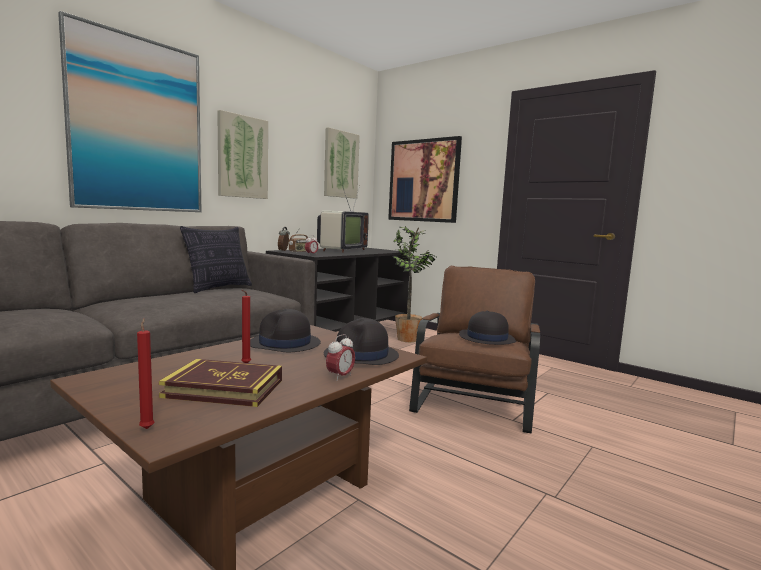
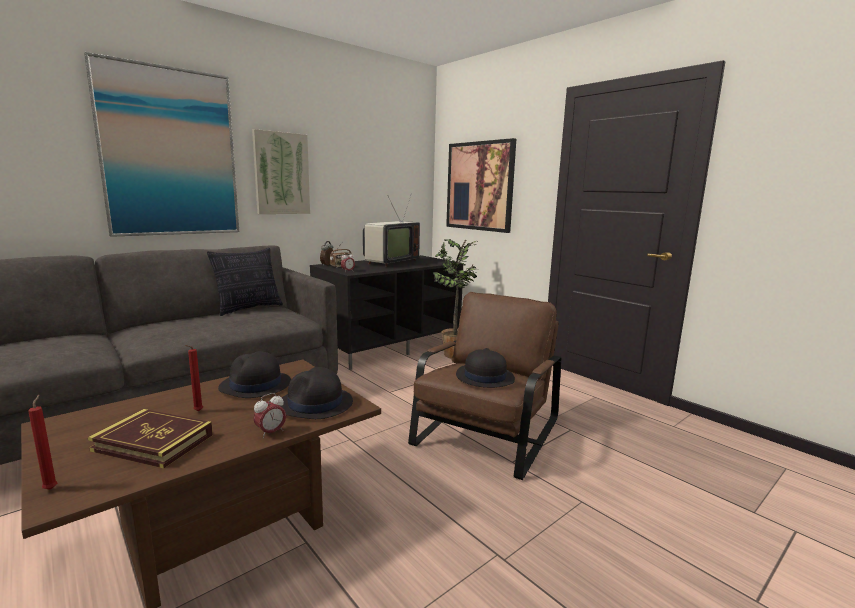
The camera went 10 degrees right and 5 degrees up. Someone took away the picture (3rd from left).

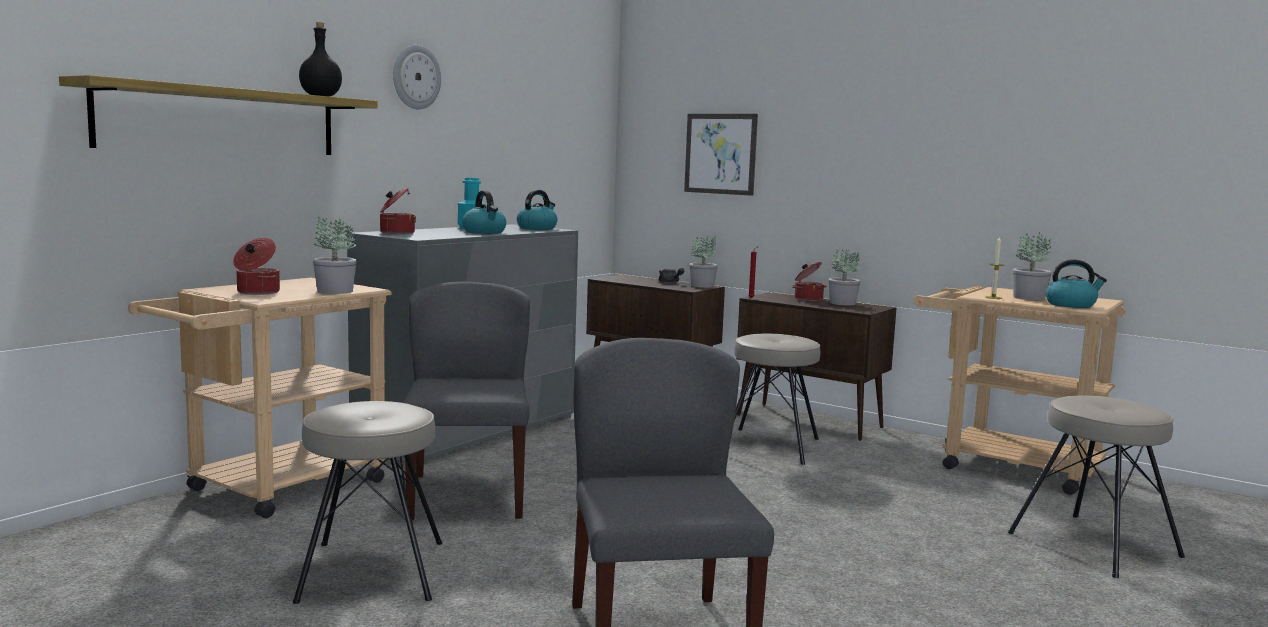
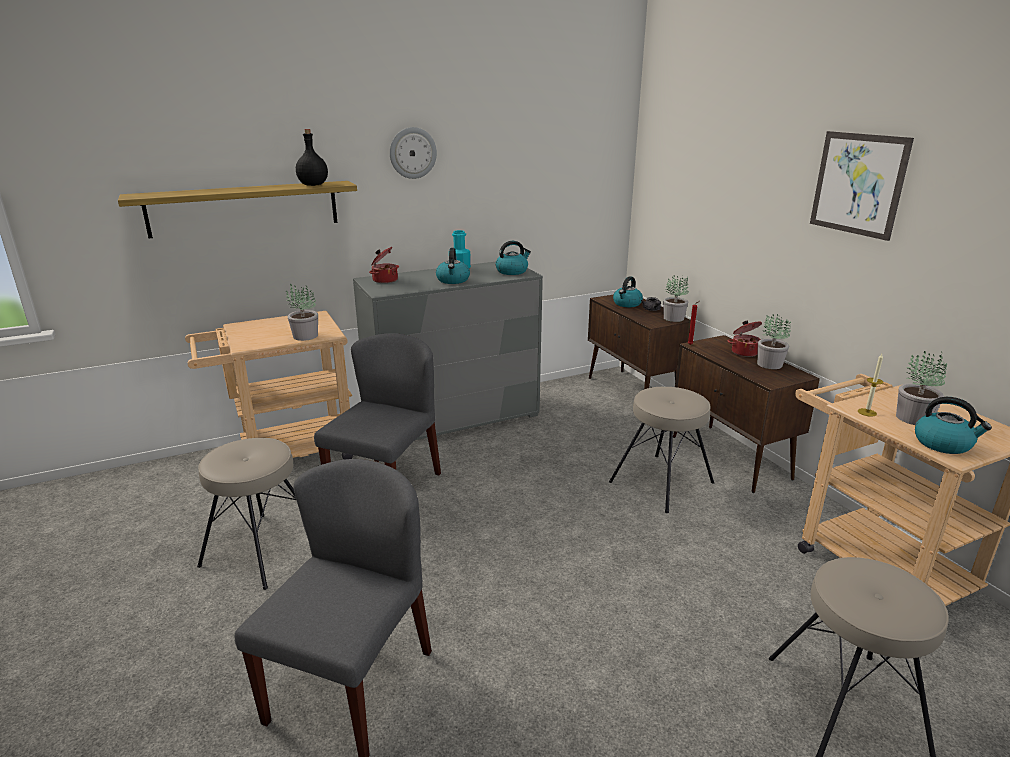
The camera went 30 degrees right and 15 degrees up. Someone put down the kettle (3rd from left). Someone carried the picture. Someone took away the cooking pot (1st from left).

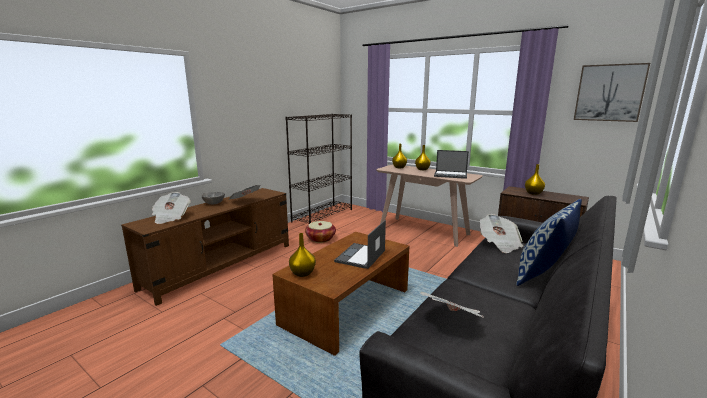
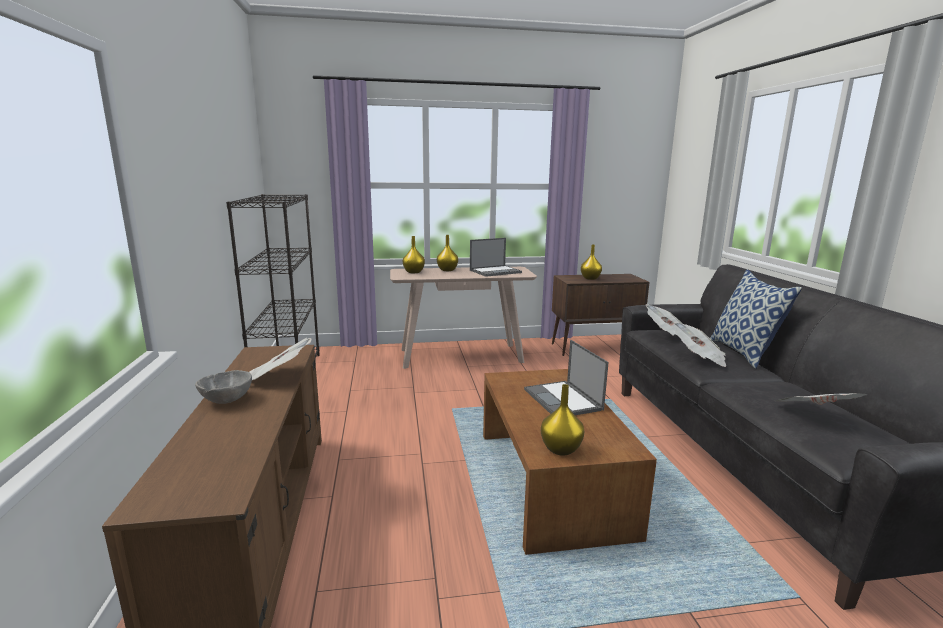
The camera went 45 degrees left and 0 degrees up. Someone carried the newspaper (1st from left in the first image). Someone took away the basket. Someone took away the picture.

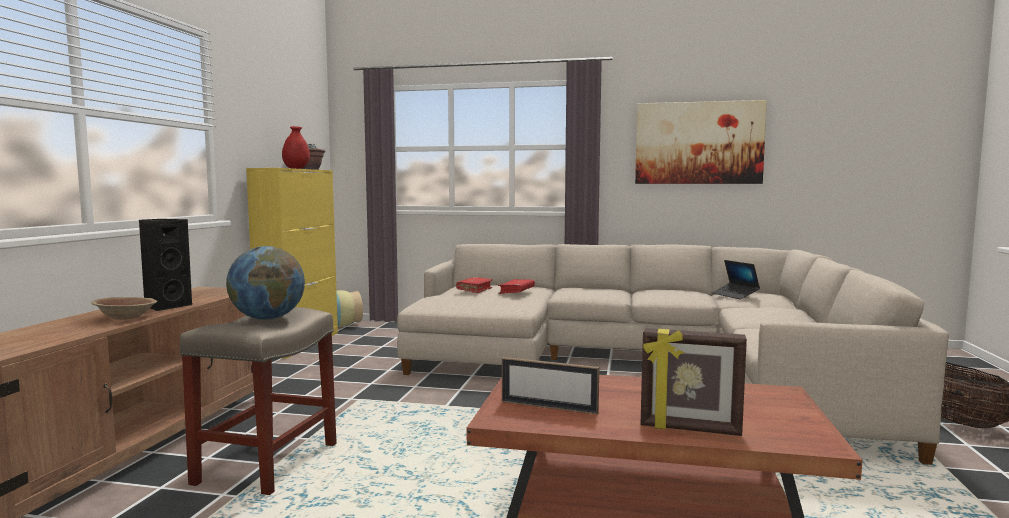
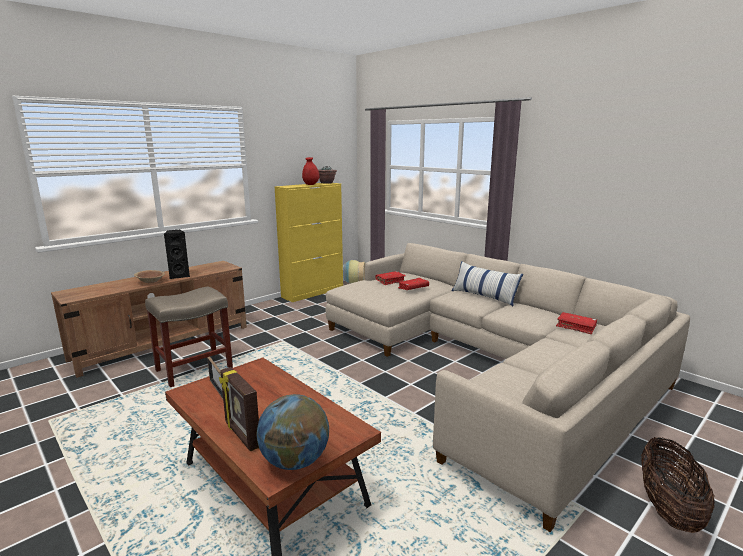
The camera went 35 degrees right and 10 degrees up. Someone carried the globe. Someone put down the pillow. Someone swapped the laptop for the book (red) (3rd from left). Someone took away the picture.

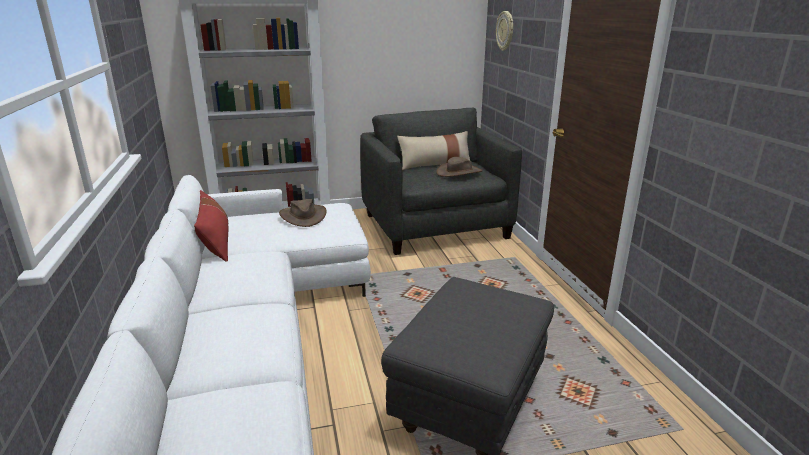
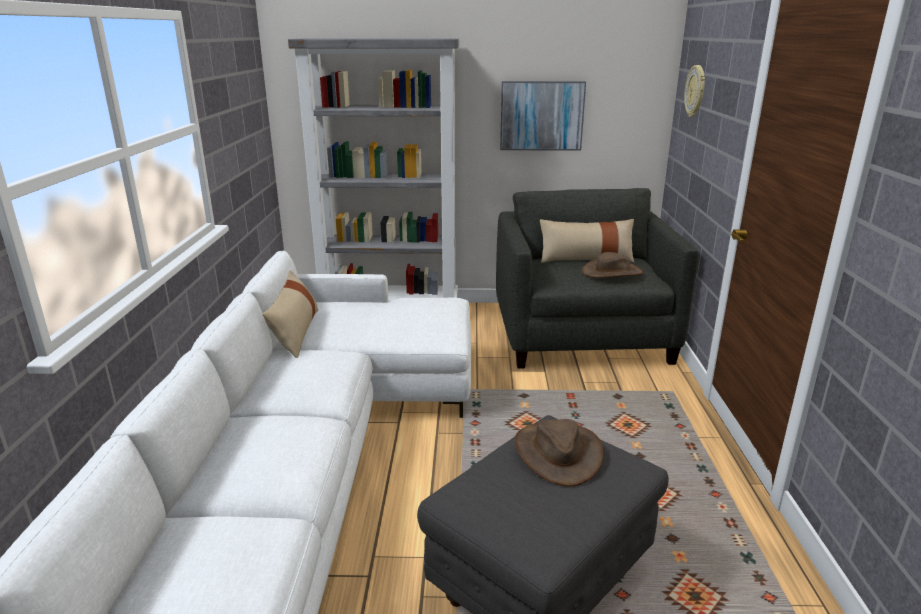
The camera went 15 degrees right and 0 degrees up. Someone repainted the pillow (red), which became the pillow (beige) (1st from left). Someone put up the picture. Someone carried the hat (brown) (1st from left).

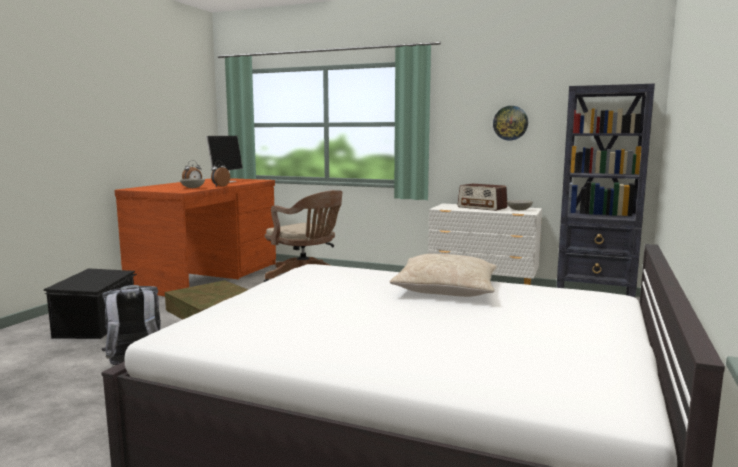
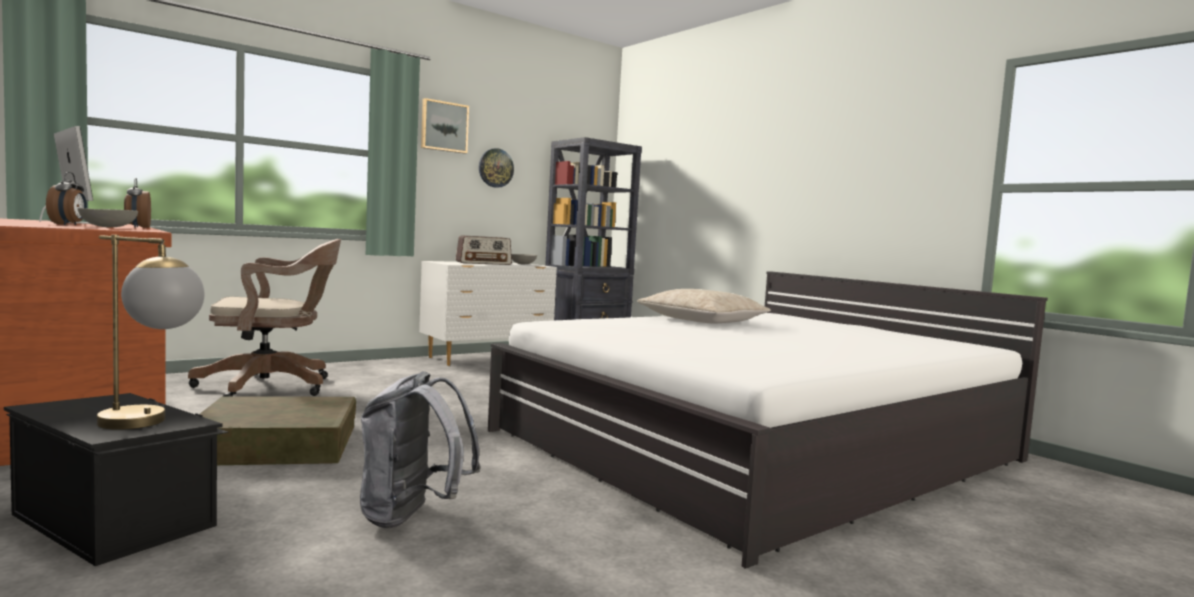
The camera went 60 degrees left and 5 degrees down. Someone put down the table lamp. Someone put up the picture.

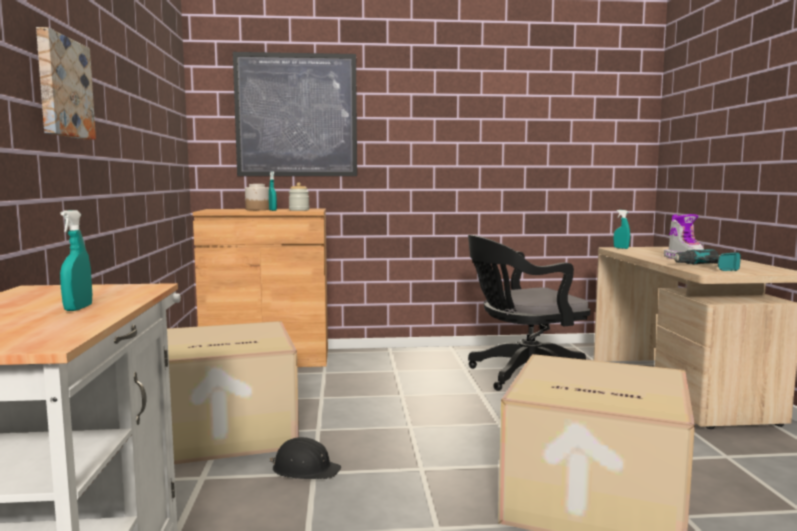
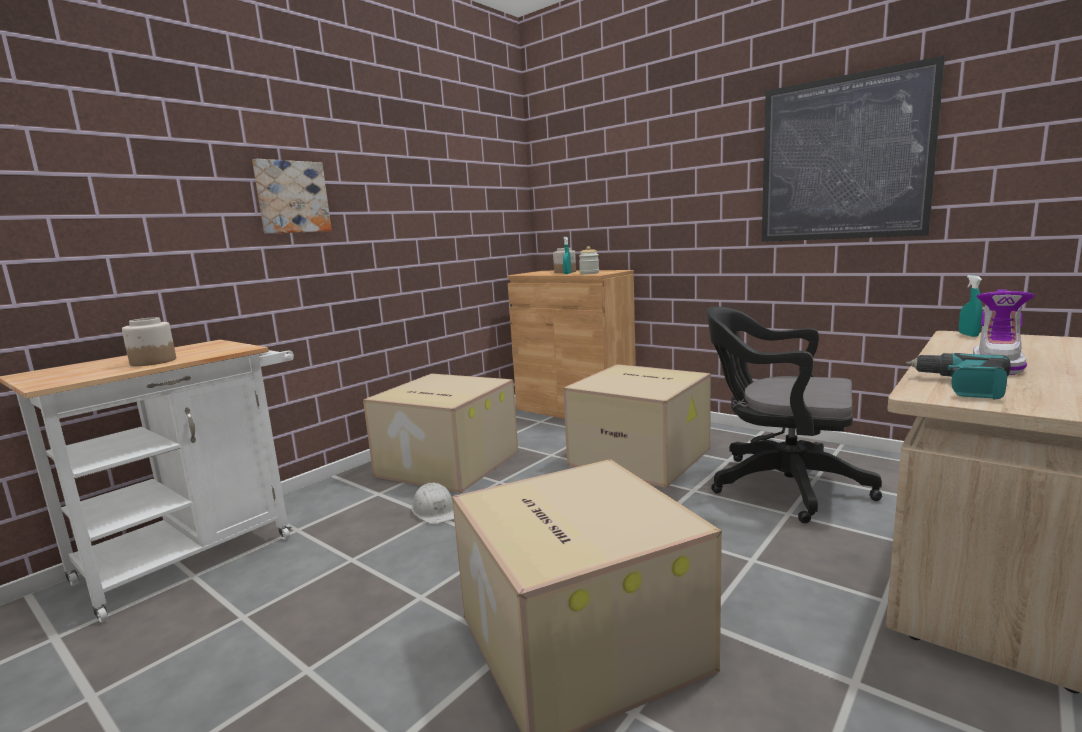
The camera went 45 degrees right and 5 degrees up. Someone swapped the spray bottle (turquoise) (1st from left) for the jar (1st from left). Someone repainted the hard hat (black), which became the hard hat (white). Someone put down the cardboard box (3rd from left). Someone carried the picture (2nd from left).

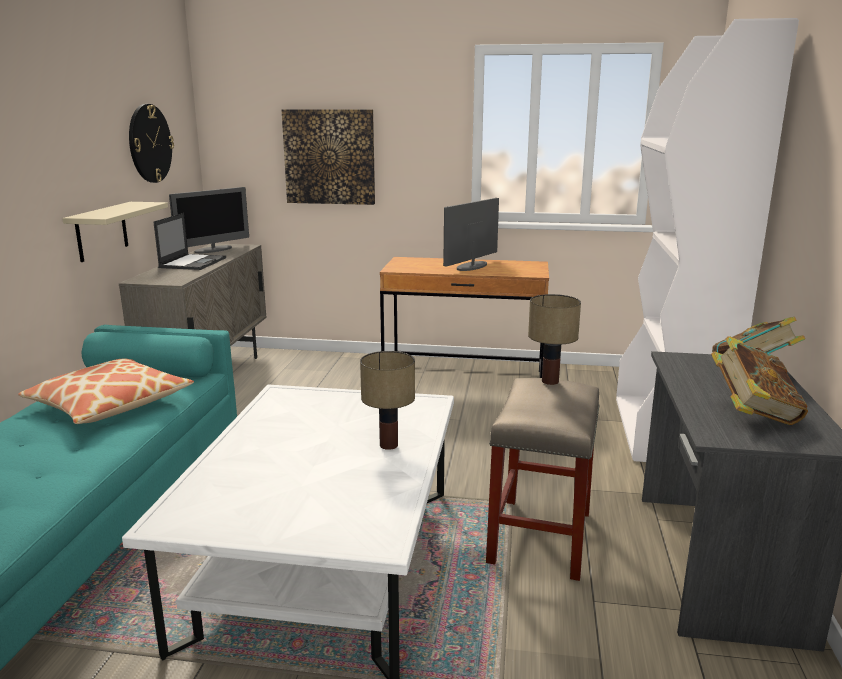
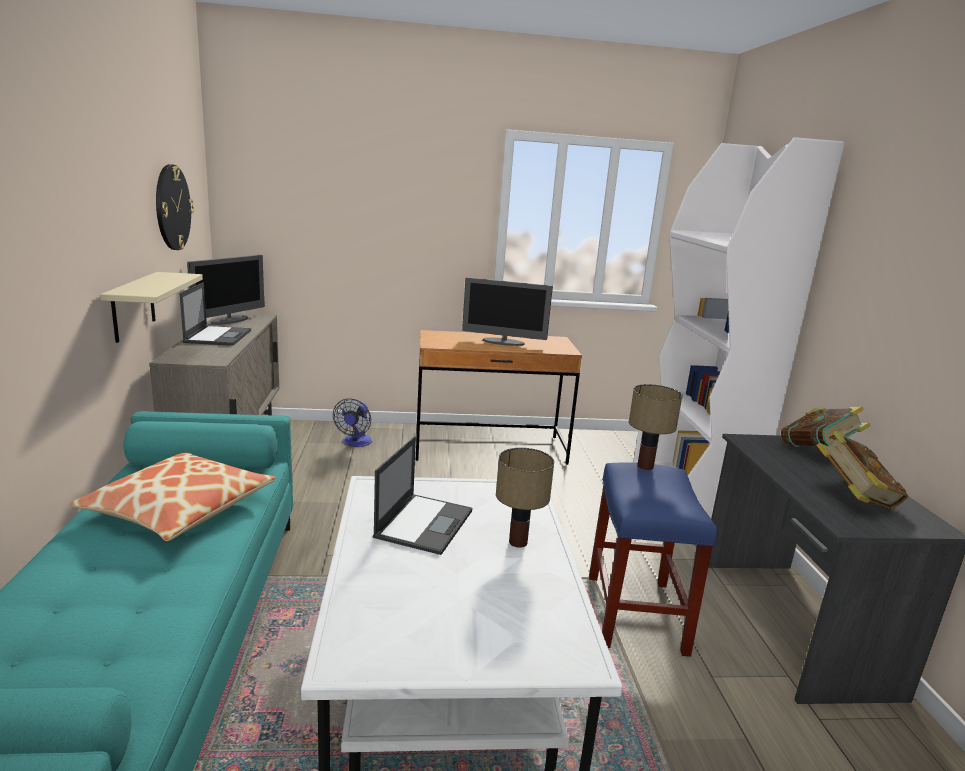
The camera went 15 degrees left and 0 degrees up. Someone put down the fan. Someone put down the laptop (2nd from left). Someone rotated the monitor (2nd from left) by 105 degrees counterclockwise. Someone repainted the stool (beige), which became the stool (blue). Someone took away the picture.

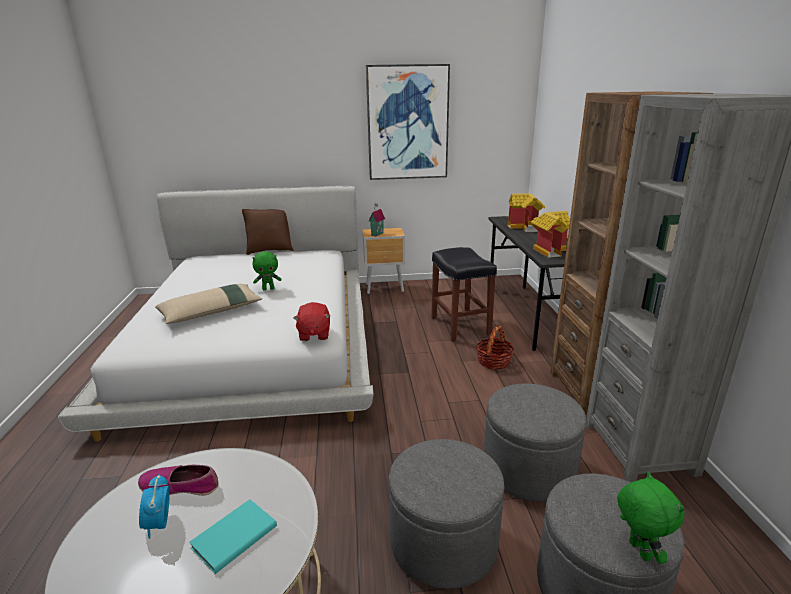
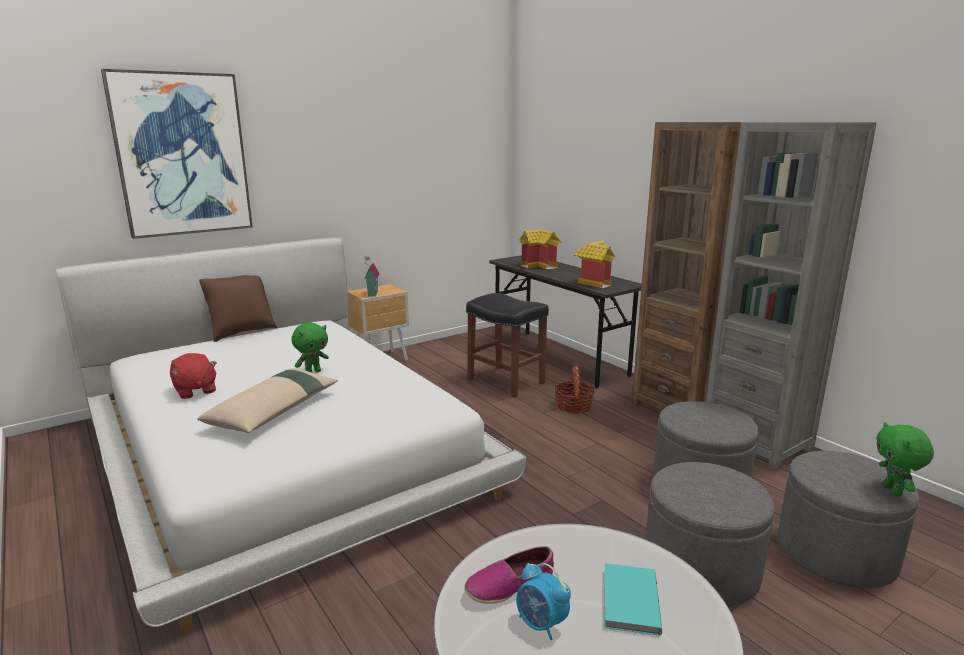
The camera went 30 degrees left and 5 degrees down. Someone carried the picture. Someone carried the plush toy (red). Someone rotated the plush toy (green) (2nd from left) by 135 degrees counterclockwise.

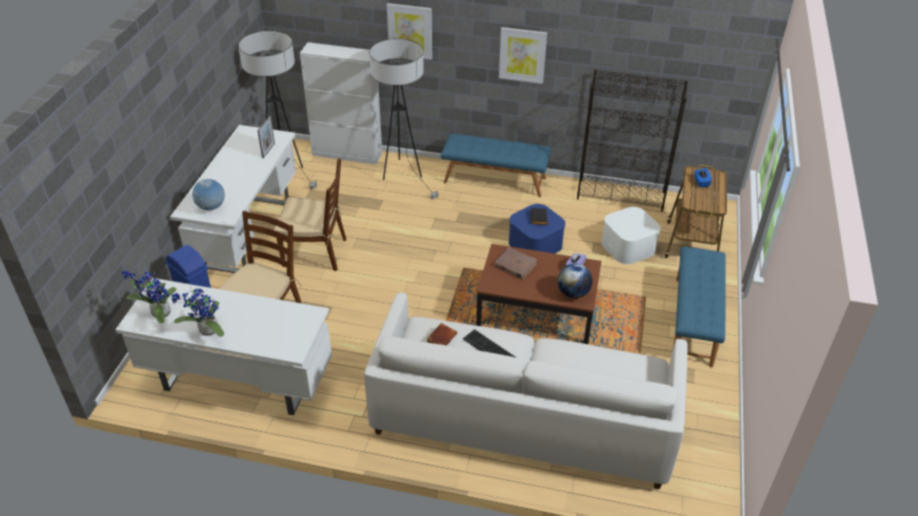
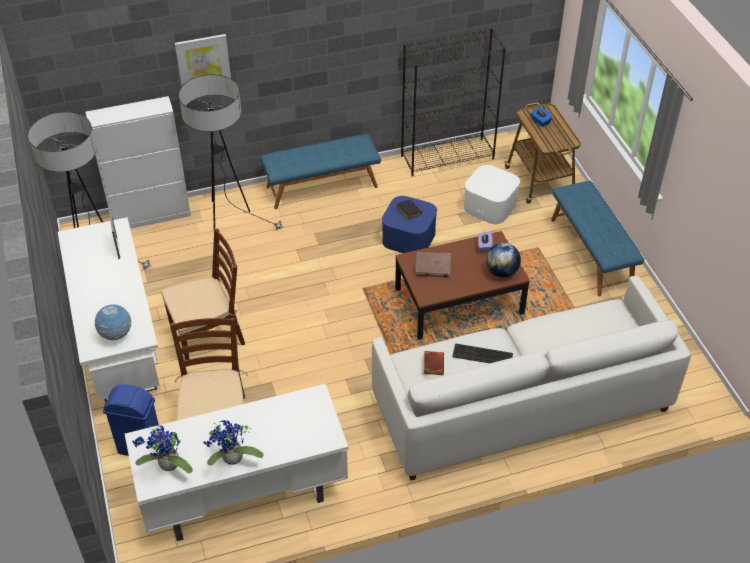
The camera went 30 degrees left and 5 degrees up. Someone took away the picture (2nd from left).

